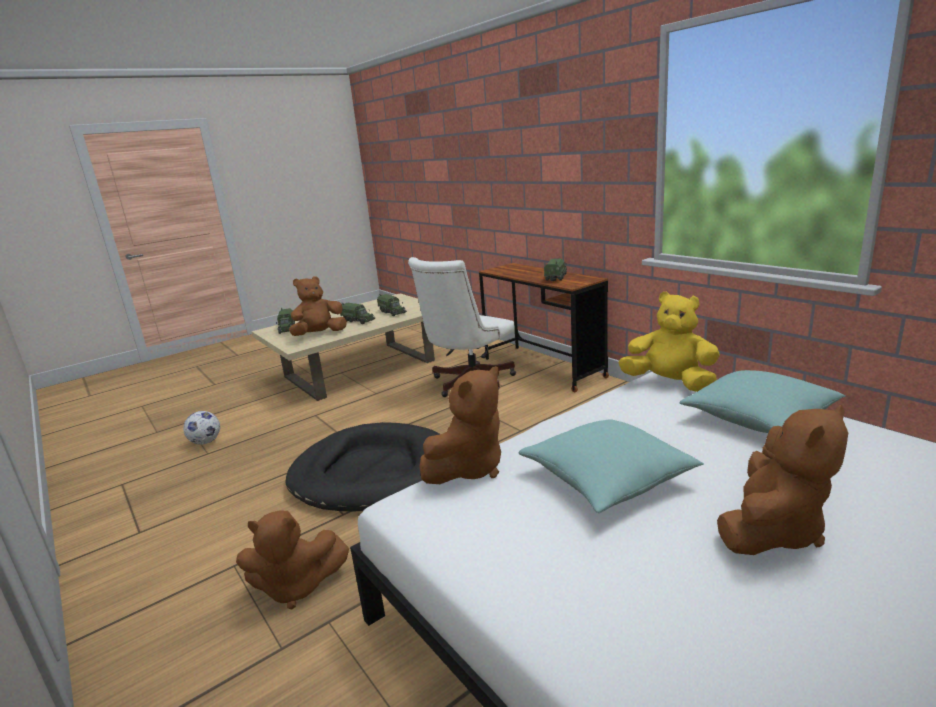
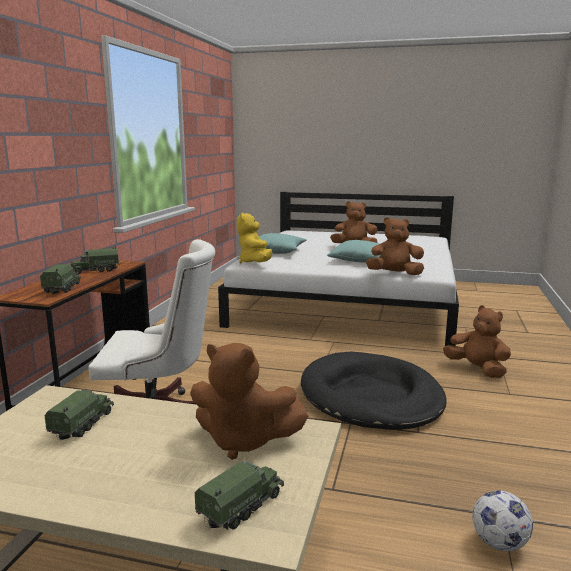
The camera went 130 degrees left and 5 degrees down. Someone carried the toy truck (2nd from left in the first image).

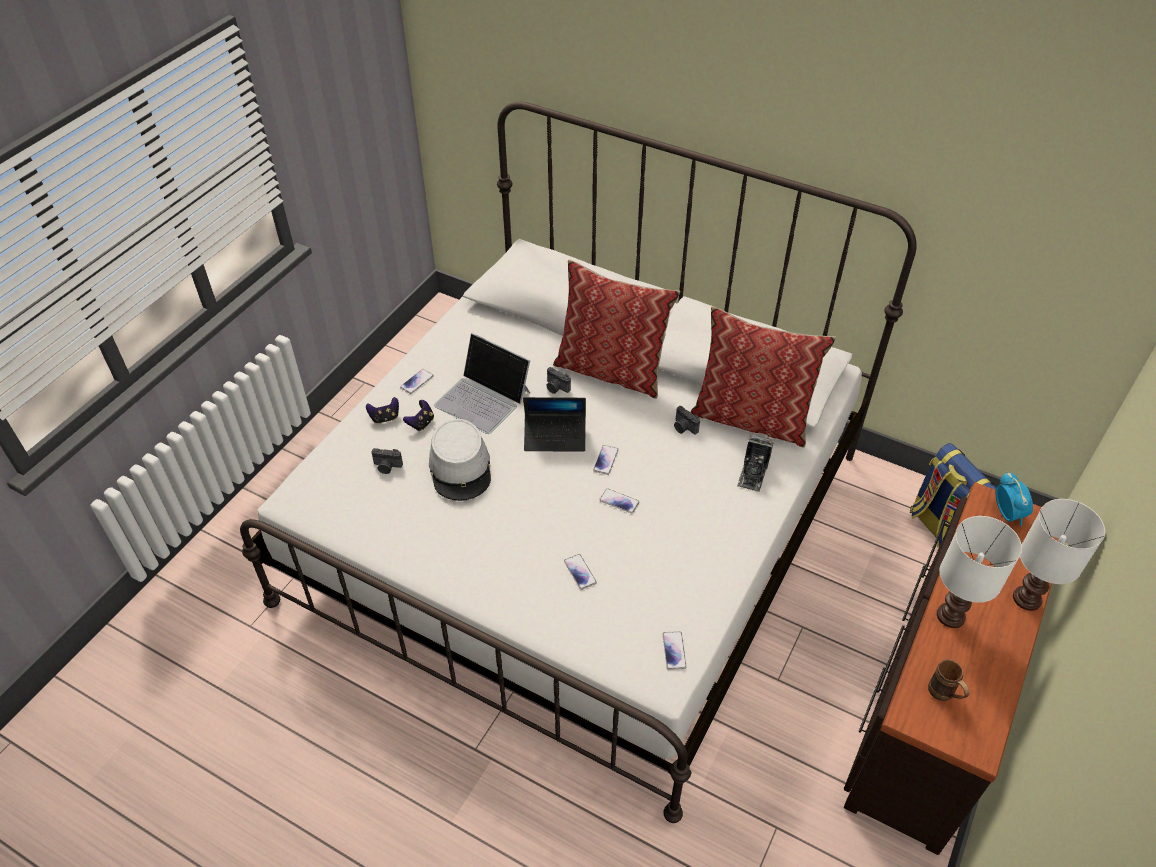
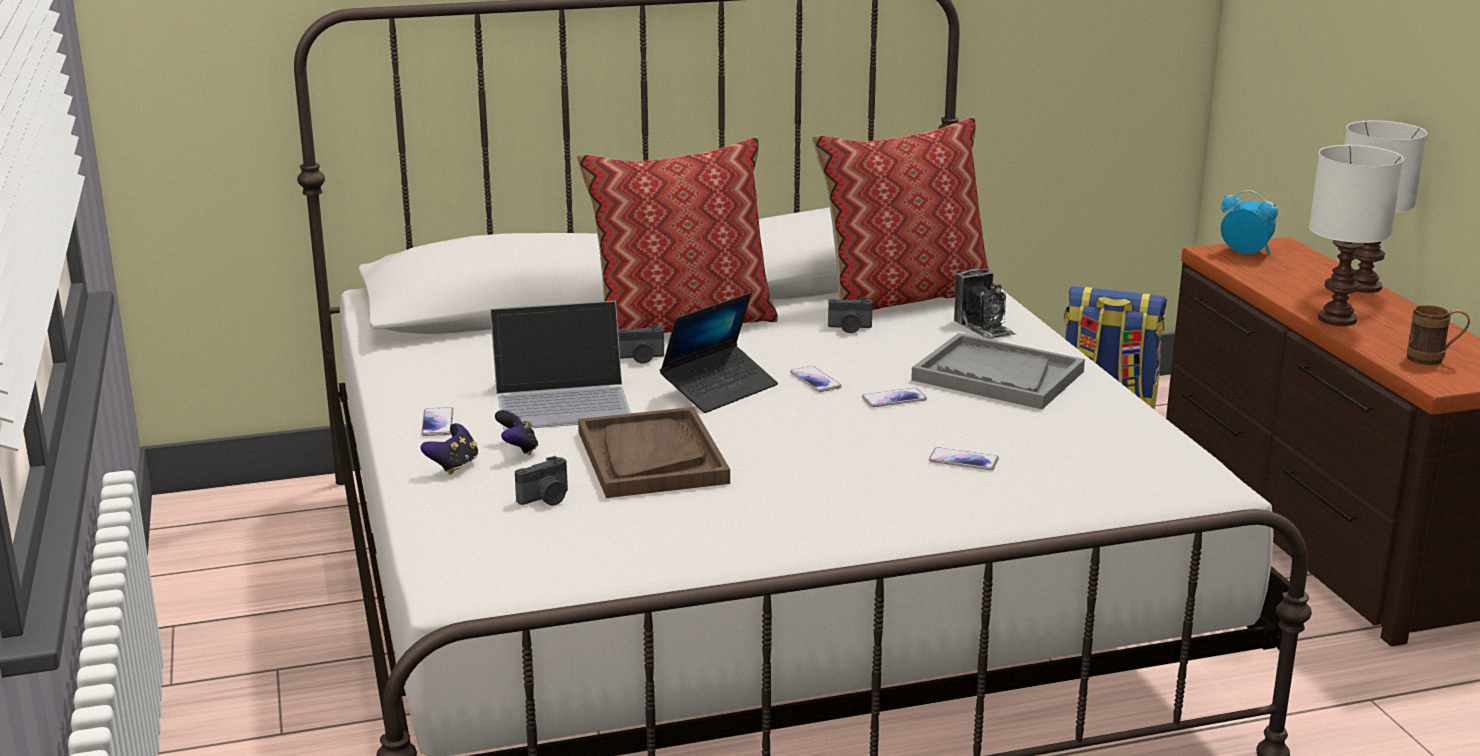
The camera went 45 degrees left and 25 degrees down. Someone swapped the hat (grey) for the tray (brown). Someone put down the tray (grey). Someone took away the phone (5th from left).

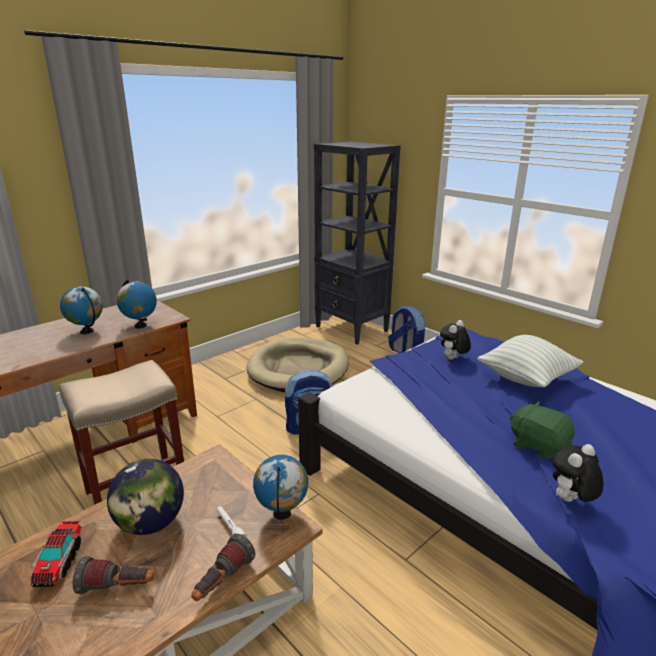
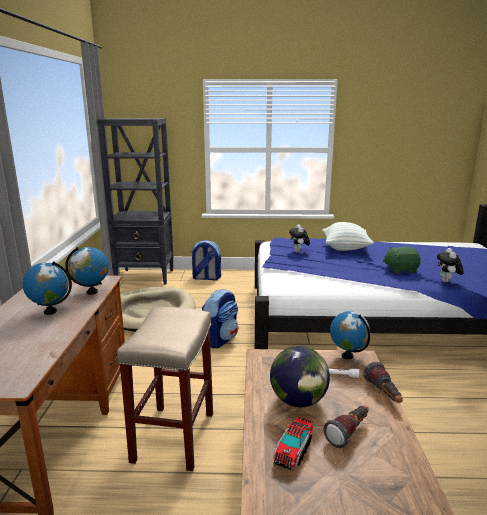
The camera went 45 degrees left and 5 degrees down. Someone rotated the toy truck by 75 degrees clockwise.

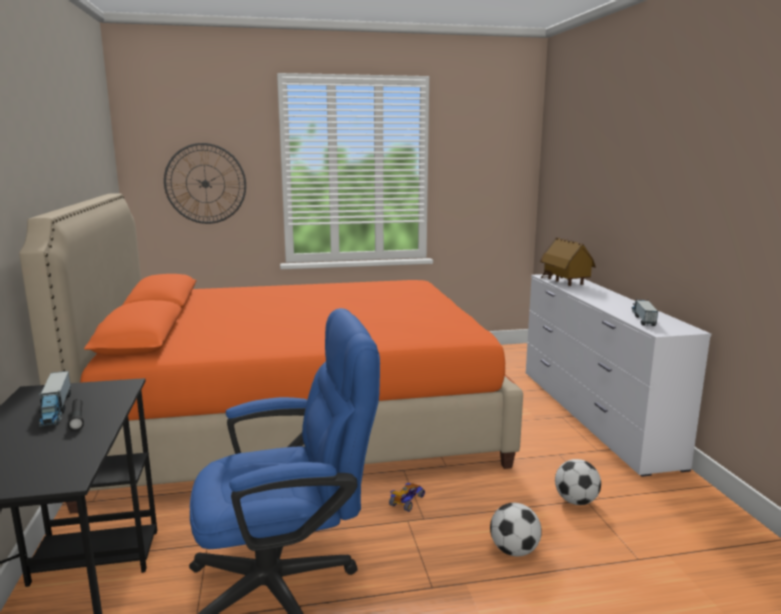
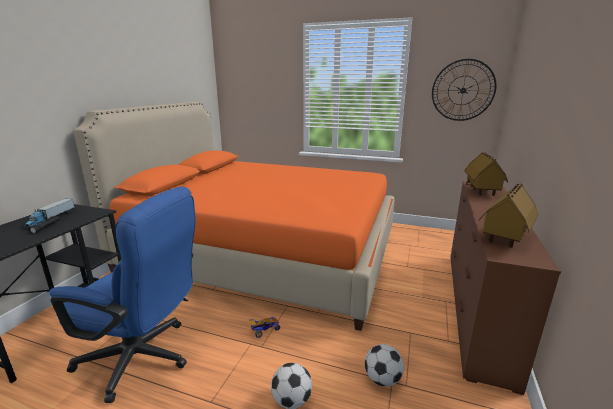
The camera went 30 degrees right and 5 degrees up. Someone carried the wall clock. Someone repainted the dresser (white), which became the dresser (brown). Someone swapped the toy truck (2nd from left) for the toy house (2nd from left).

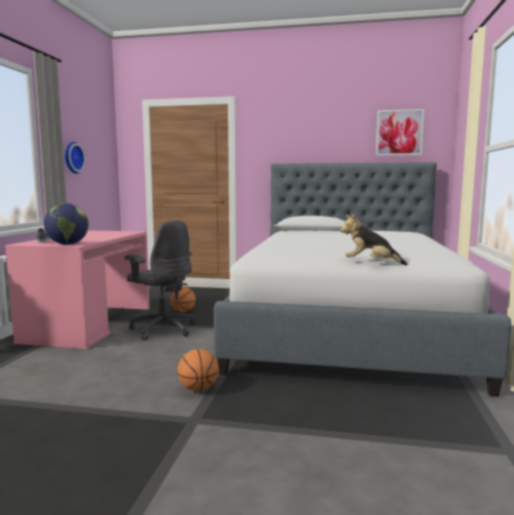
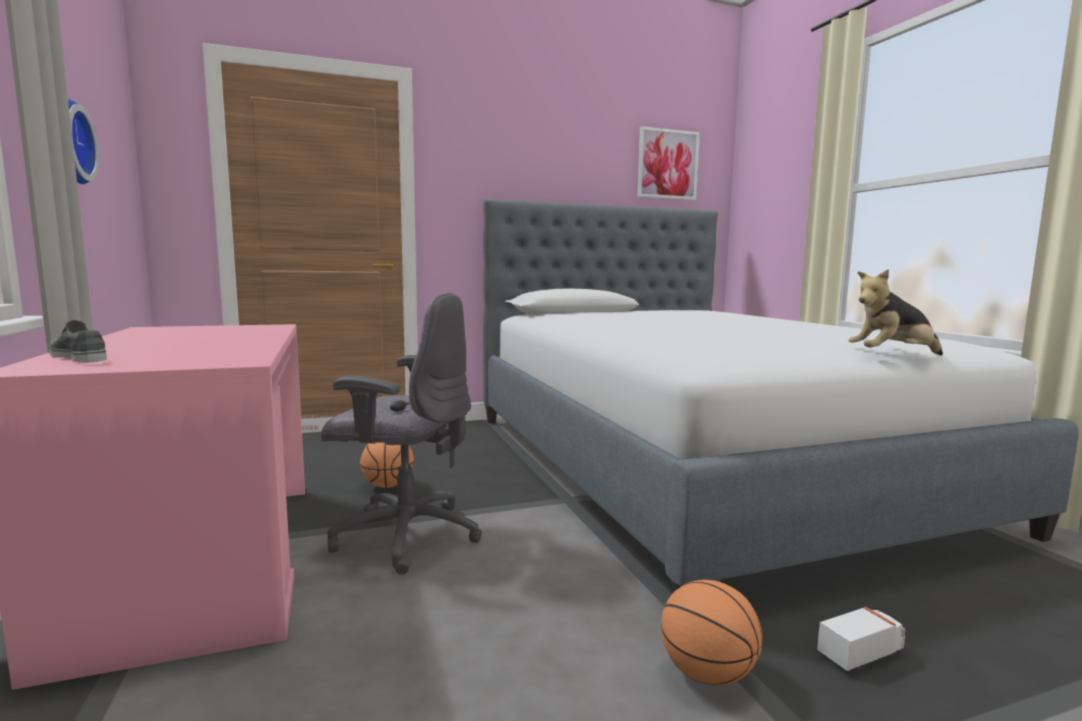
The camera went 30 degrees left and 0 degrees up. Someone put down the toy truck. Someone took away the globe.

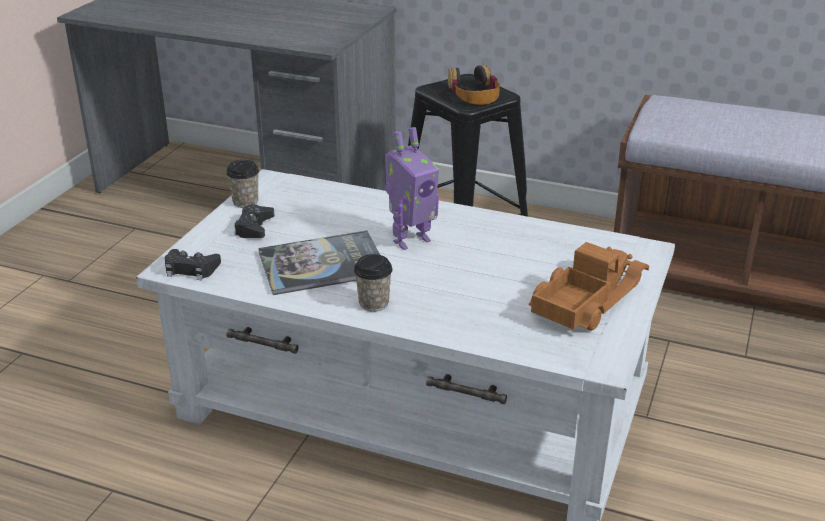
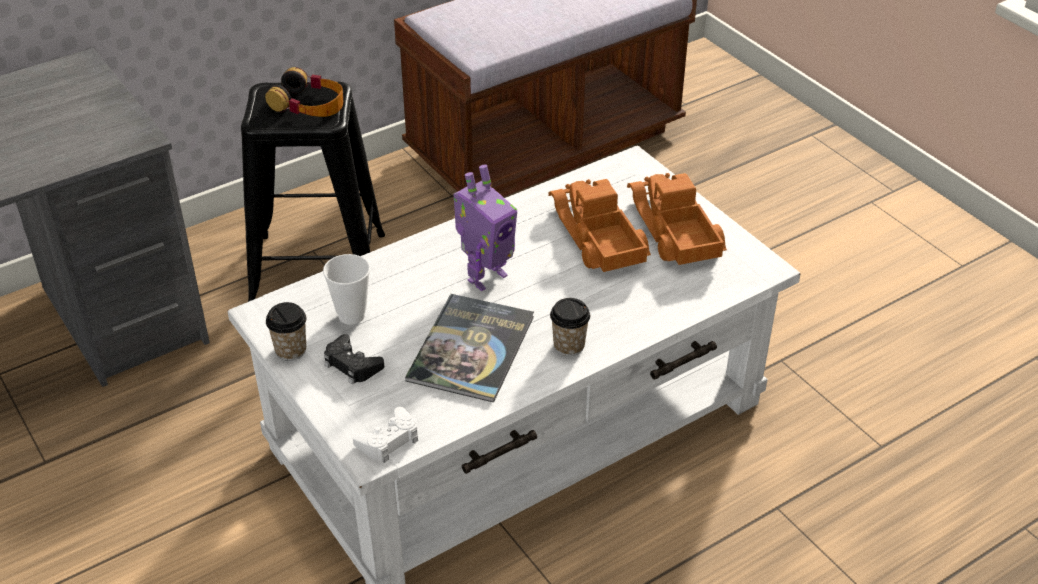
The camera went 55 degrees left and 10 degrees up. Someone put down the cup (2nd from left). Someone repainted the game controller (black) (1st from left), which became the game controller (white). Someone rotated the toy robot by 45 degrees clockwise. Someone put down the toy truck (1st from left).

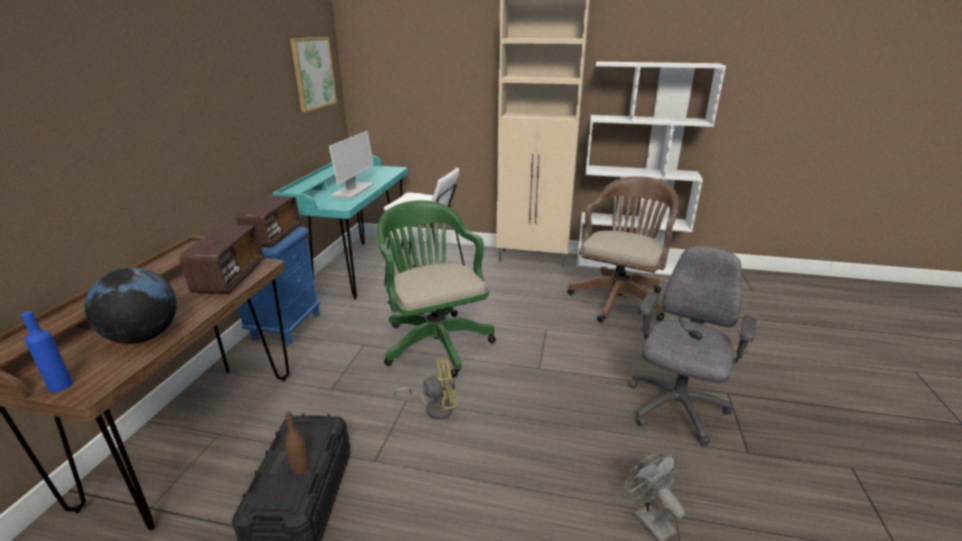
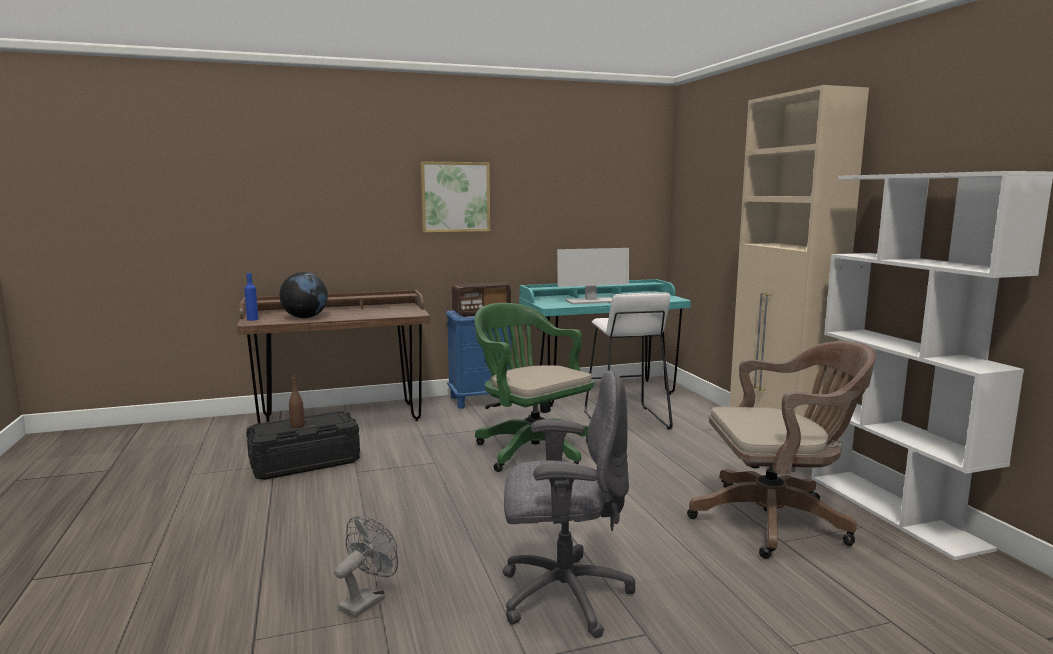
The camera went 60 degrees right and 15 degrees down. Someone carried the picture. Someone rotated the office chair (green) by 75 degrees counterclockwise. Someone took away the radio (1st from left). Someone took away the fan (yellow).

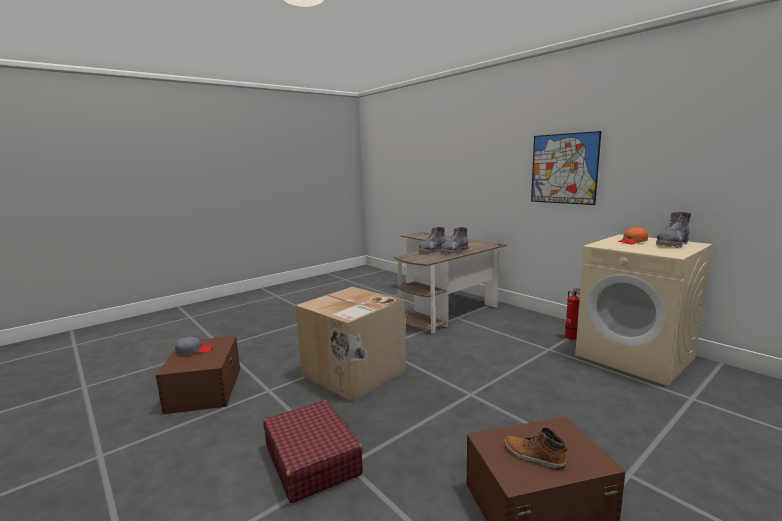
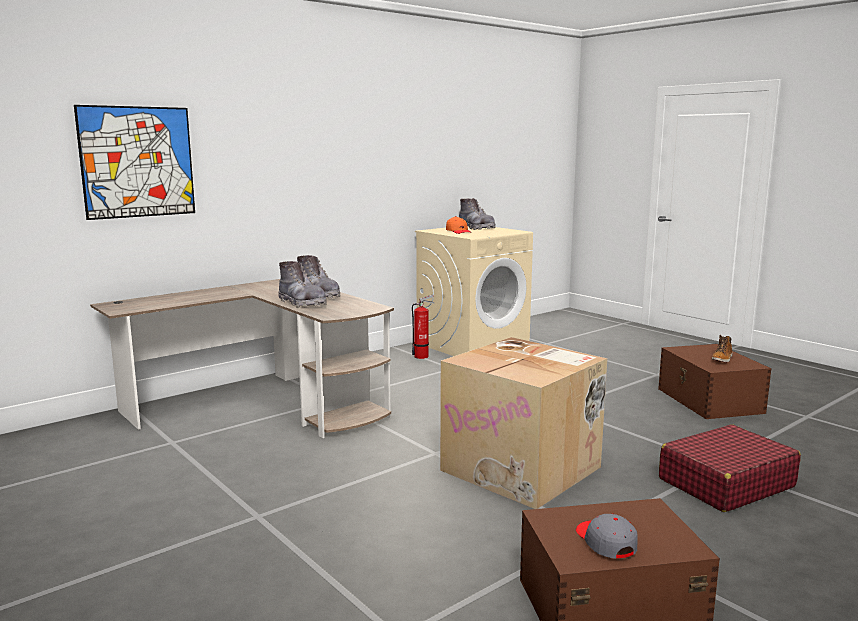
The camera went 90 degrees left and 0 degrees up. Someone carried the picture.

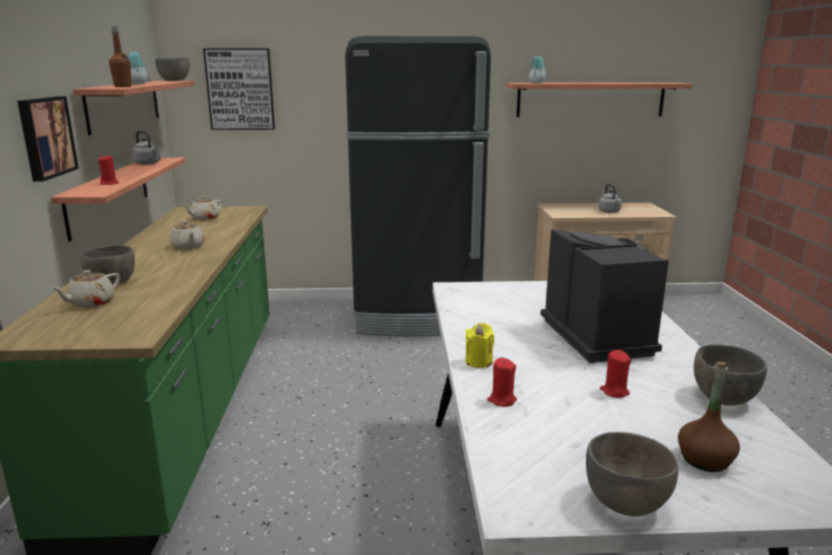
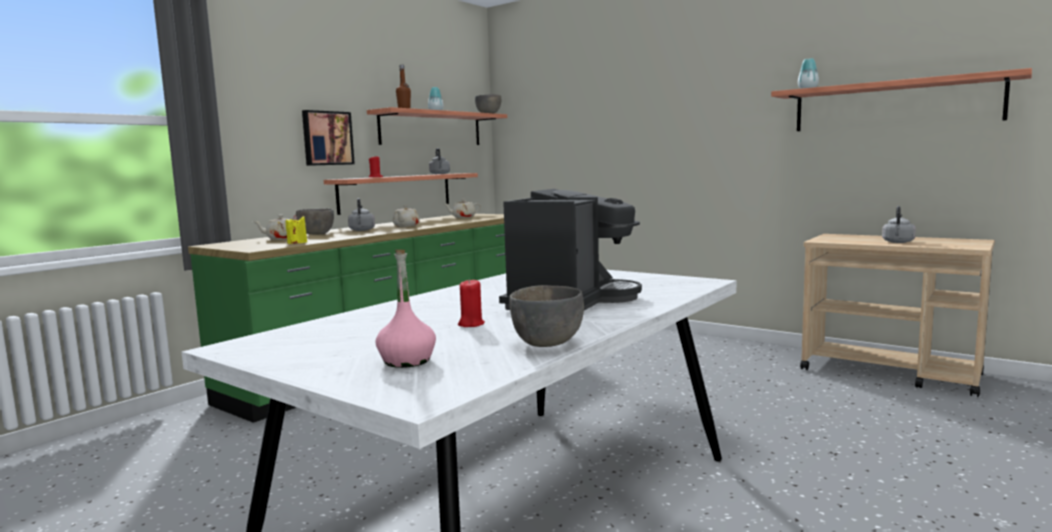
The camera went 40 degrees right and 10 degrees down. Someone carried the candle (yellow). Someone put down the kettle (grey) (1st from left). Someone repainted the bottle (brown) (2nd from left), which became the bottle (pink). Someone took away the picture (2nd from left). Someone took away the fridge (black). Someone took away the candle (red) (2nd from left). Someone took away the bowl (grey) (3rd from left).

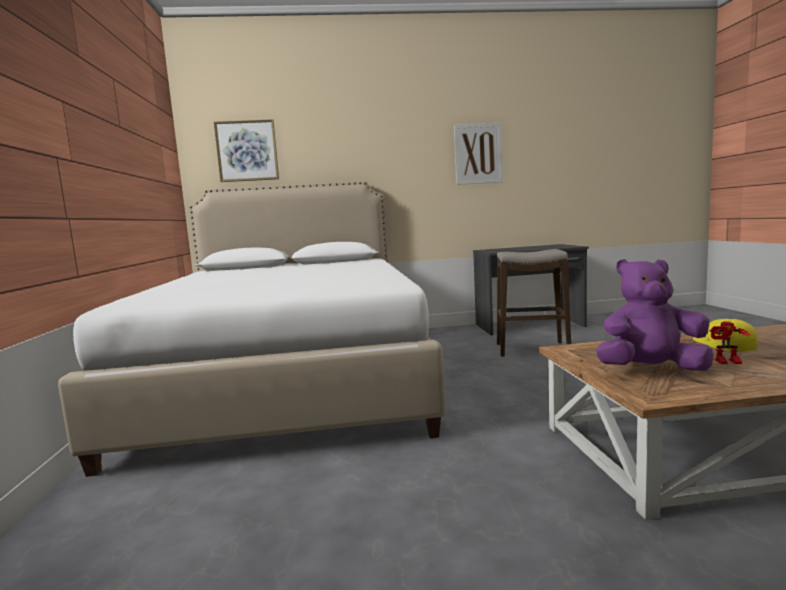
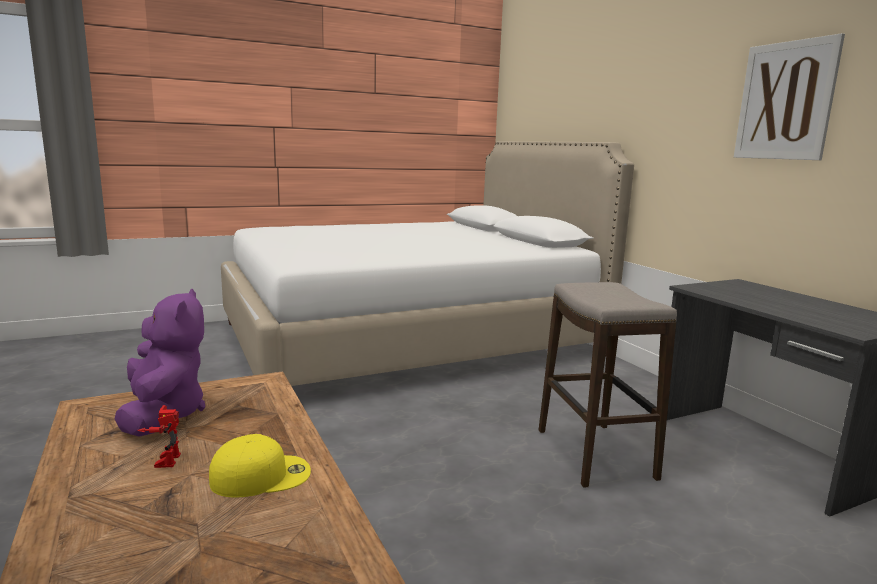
The camera went 70 degrees right and 5 degrees up. Someone took away the picture (1st from left).

